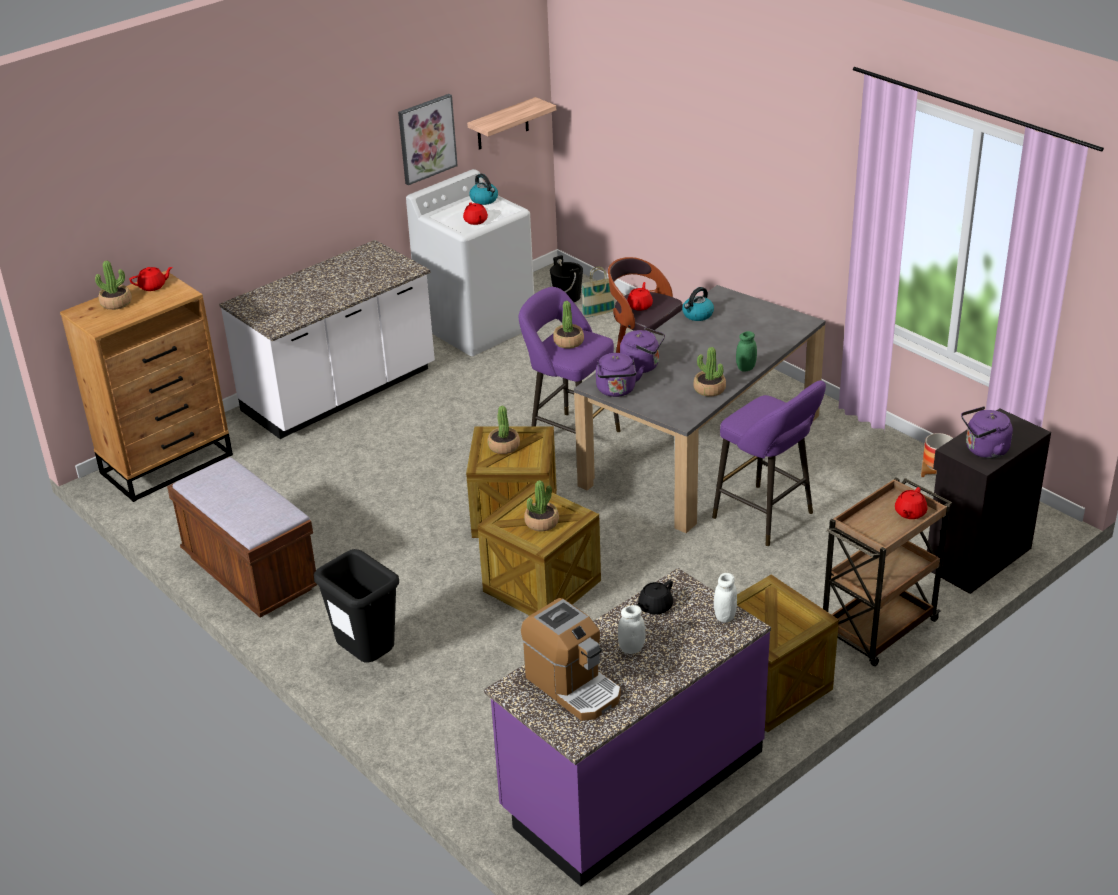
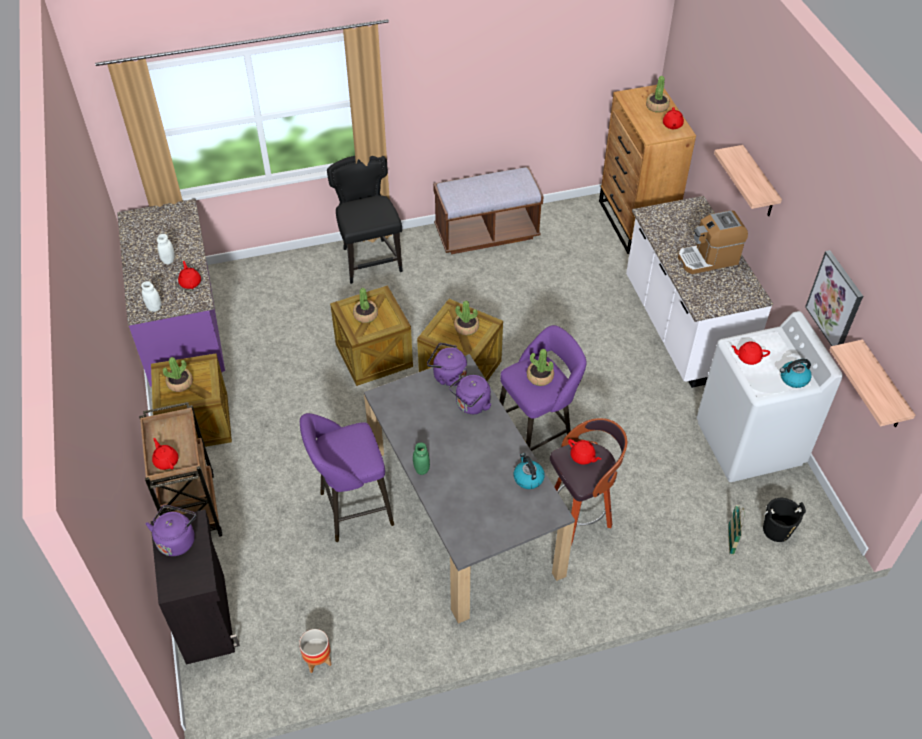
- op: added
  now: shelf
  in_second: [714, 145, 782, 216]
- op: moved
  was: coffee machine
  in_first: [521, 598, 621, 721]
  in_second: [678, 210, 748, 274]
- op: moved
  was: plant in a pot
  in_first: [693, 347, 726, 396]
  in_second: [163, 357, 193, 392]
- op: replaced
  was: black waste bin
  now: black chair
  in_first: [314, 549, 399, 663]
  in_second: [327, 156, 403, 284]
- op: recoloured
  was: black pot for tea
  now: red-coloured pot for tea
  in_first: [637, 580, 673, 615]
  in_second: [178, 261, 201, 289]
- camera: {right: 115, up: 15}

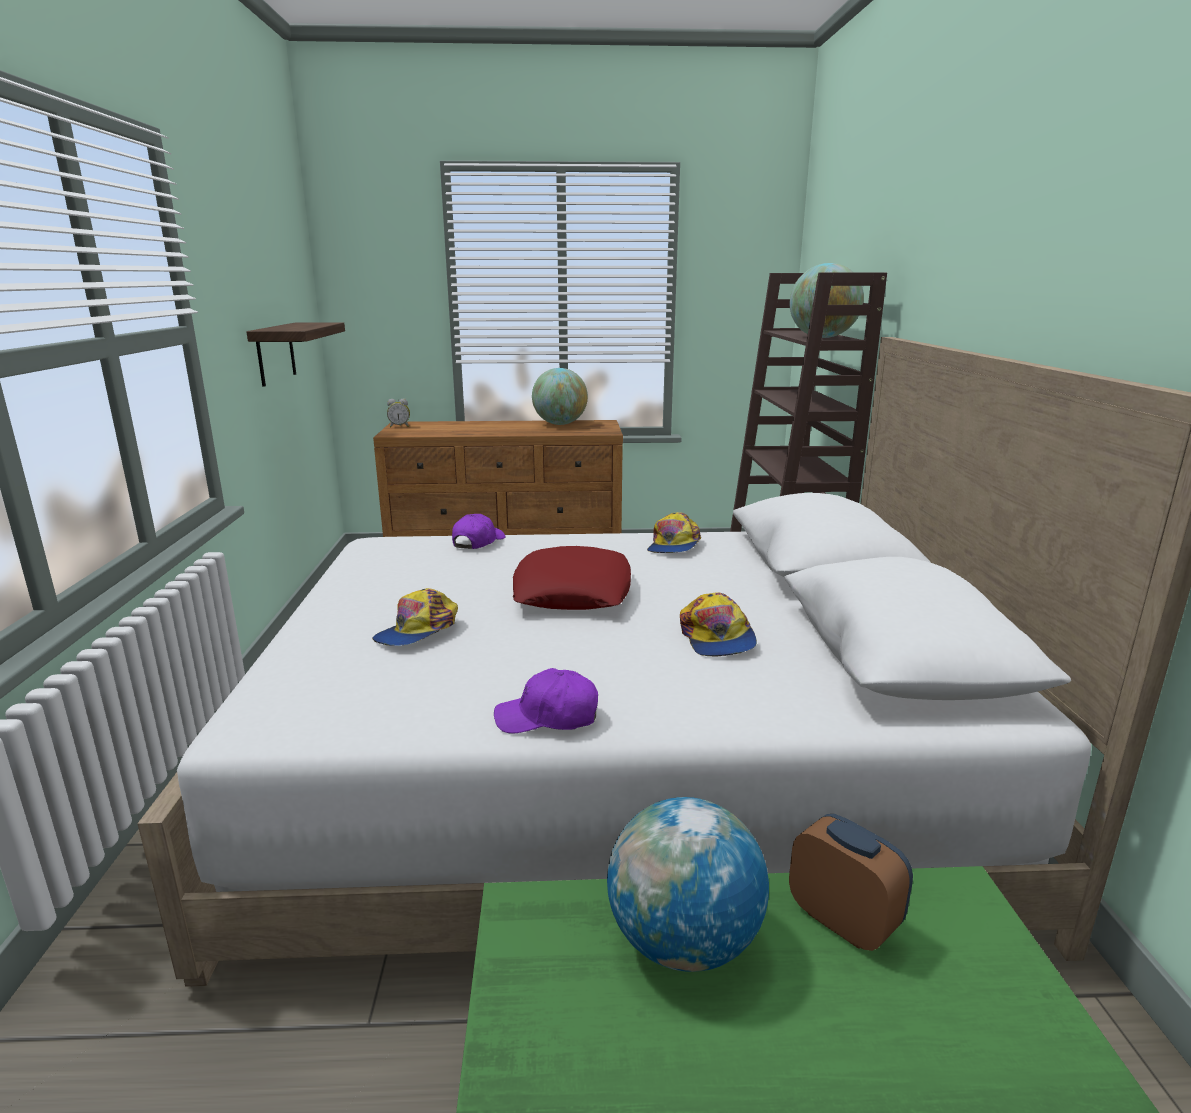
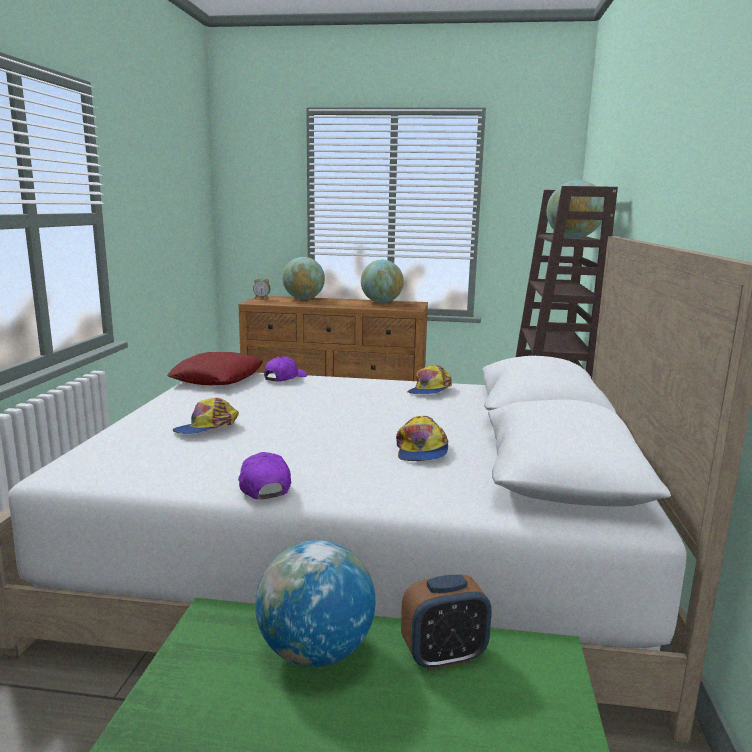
- op: removed
  was: shelf
  in_first: [247, 322, 345, 387]
- op: added
  now: desk globe
  in_second: [282, 257, 325, 300]
- op: moved
  was: red-coloured pillow
  in_first: [513, 546, 631, 610]
  in_second: [168, 352, 263, 385]
- op: turned
  was: purple-coloured baseball cap
  in_first: [494, 668, 598, 734]
  in_second: [238, 452, 291, 500]
  clockwise: 60
- op: turned
  was: table clock
  in_first: [789, 814, 913, 951]
  in_second: [401, 575, 492, 670]
  clockwise: 105
- camera: {right: 10, up: -5}

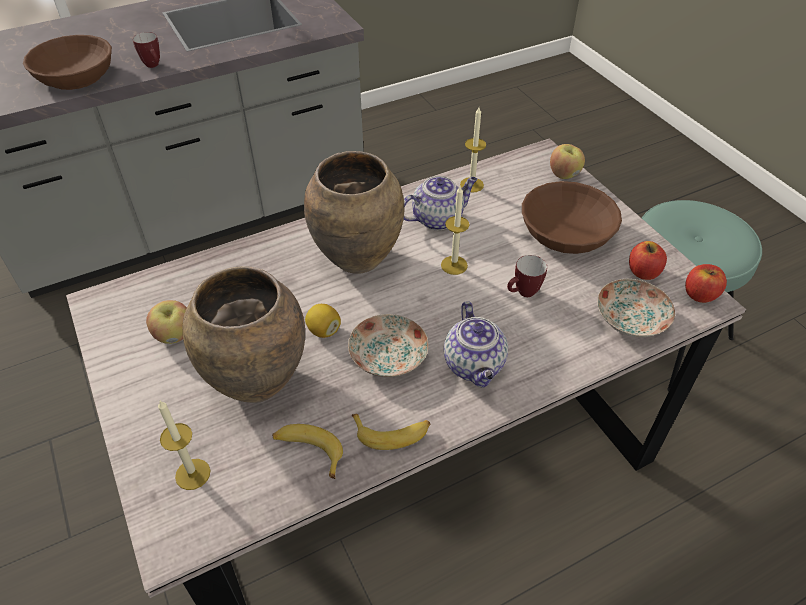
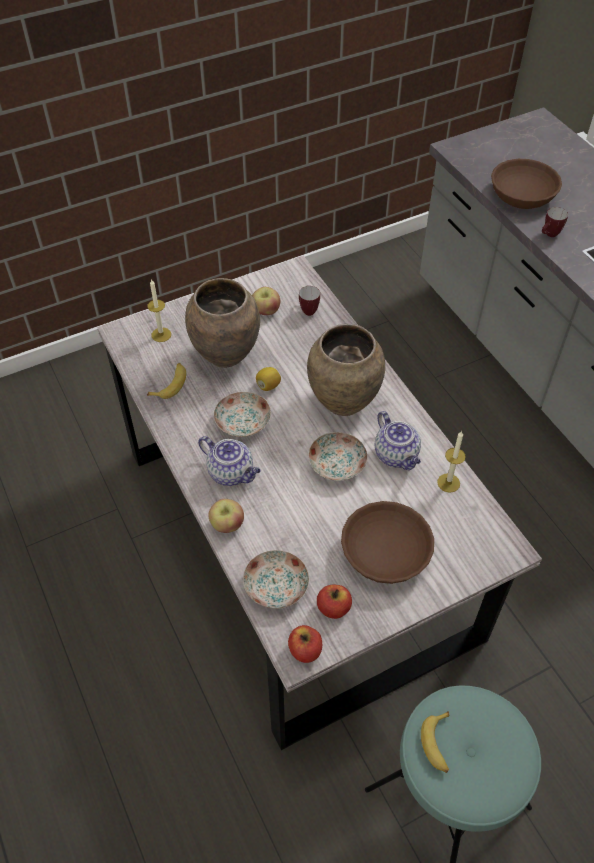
- op: moved
  was: banana fruit
  in_first: [352, 414, 430, 450]
  in_second: [421, 711, 449, 773]
- op: moved
  was: mug
  in_first: [507, 255, 547, 297]
  in_second: [299, 286, 320, 316]
- op: moved
  was: apple fruit
  in_first: [550, 144, 585, 179]
  in_second: [208, 499, 244, 533]
- op: replaced
  was: wax light
  now: plate
  in_first: [441, 185, 470, 275]
  in_second: [308, 432, 367, 481]
- op: turned
  was: pot for tea
  in_first: [444, 301, 508, 388]
  in_second: [198, 436, 261, 486]
  clockwise: -135
- camera: {right: 90, up: 5}

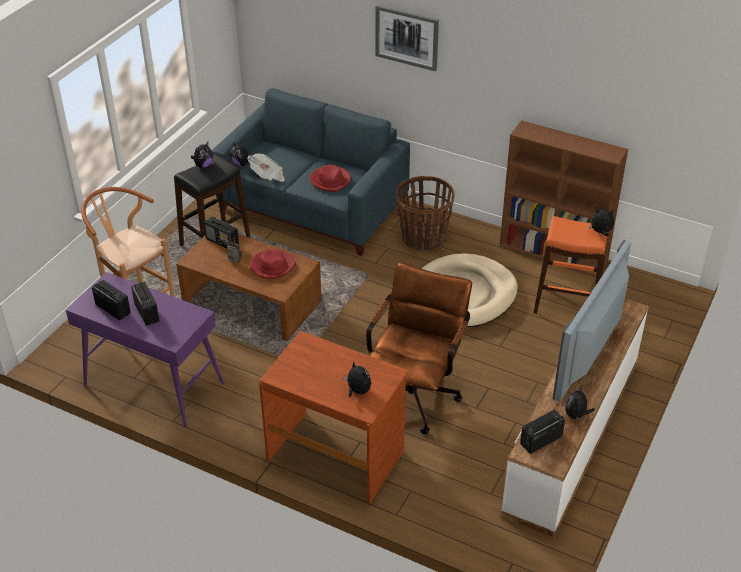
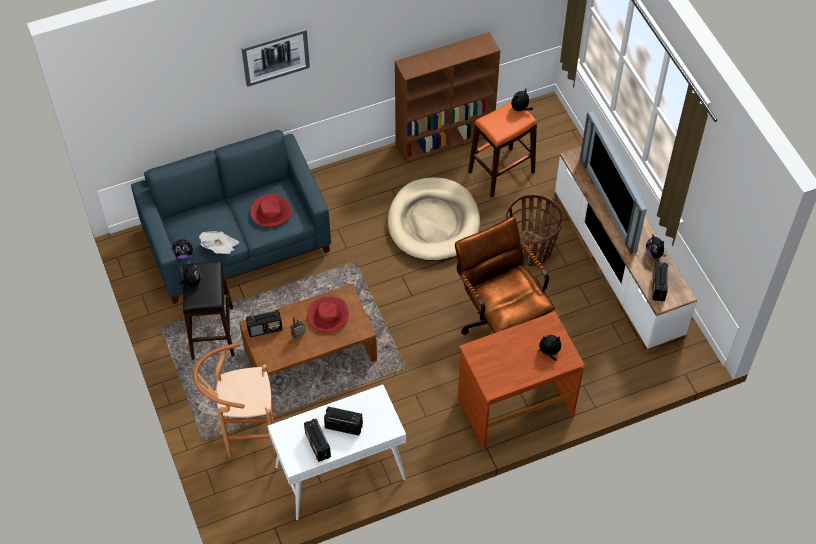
- op: moved
  was: storage basket
  in_first: [396, 176, 455, 251]
  in_second: [505, 194, 563, 266]
- op: recoloured
  was: purple-coloured hall table
  now: whitish hall table
  in_first: [66, 272, 224, 428]
  in_second: [268, 385, 406, 520]
- op: turned
  was: radio
  in_first: [92, 280, 131, 320]
  in_second: [304, 419, 331, 462]
  clockwise: -105
- camera: {right: -50, up: 15}

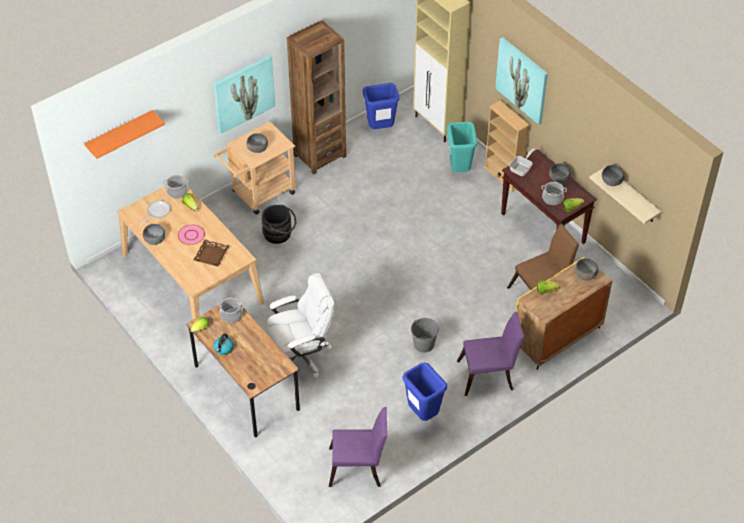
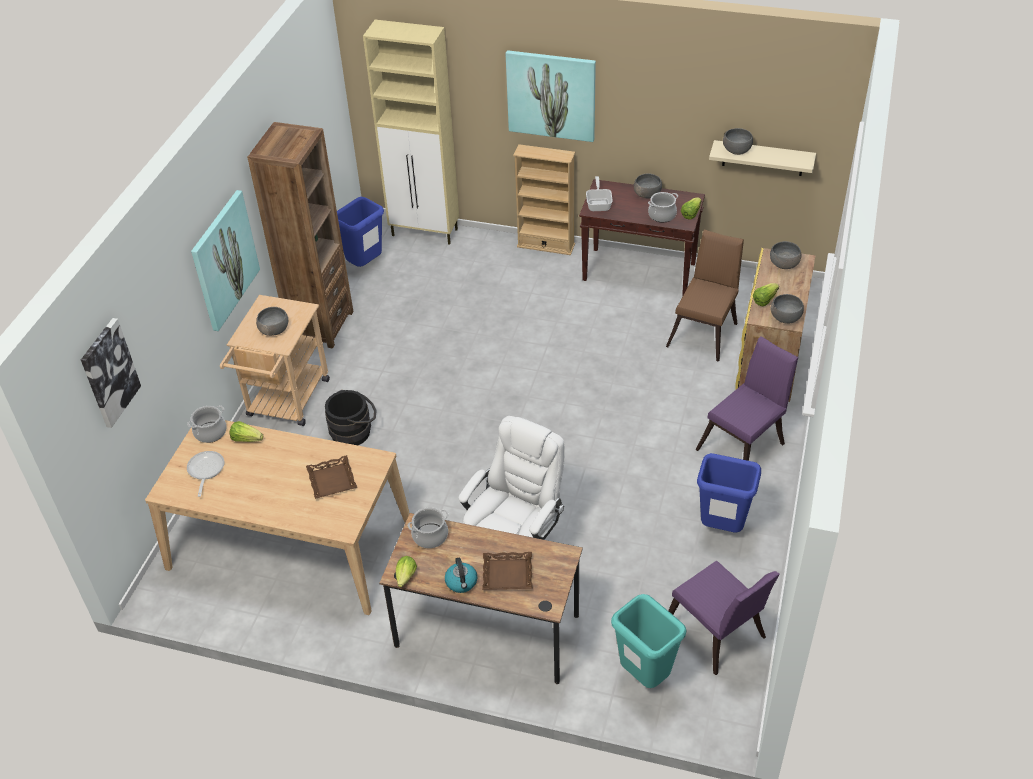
- op: removed
  was: pink plate
  in_first: [178, 224, 205, 245]
- op: removed
  was: gray water bucket
  in_first: [411, 318, 439, 353]
- op: added
  now: brownish carrying tray
  in_second: [482, 552, 533, 590]
- op: moved
  was: gray serving bowl
  in_first: [143, 224, 165, 245]
  in_second: [771, 294, 804, 324]
- op: moved
  was: turquoise-coloured waste bin
  in_first: [447, 122, 478, 172]
  in_second: [611, 594, 686, 688]
- op: replaced
  was: orange-coloured shelf
  now: wall picture
  in_first: [84, 110, 165, 159]
  in_second: [81, 318, 141, 428]
- op: turned
  was: purple-coloured chair
  in_first: [329, 407, 387, 487]
  in_second: [668, 560, 779, 675]
  clockwise: 90
- camera: {right: -35, up: -5}

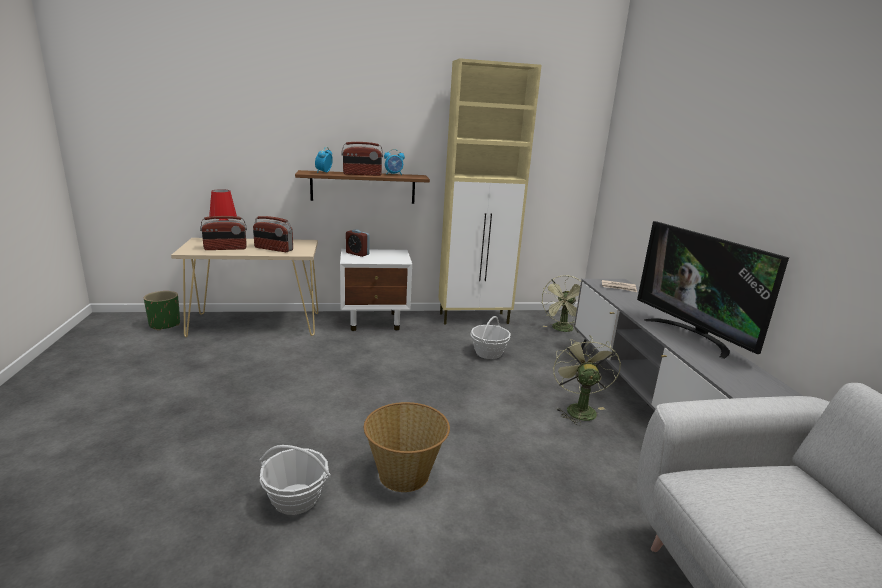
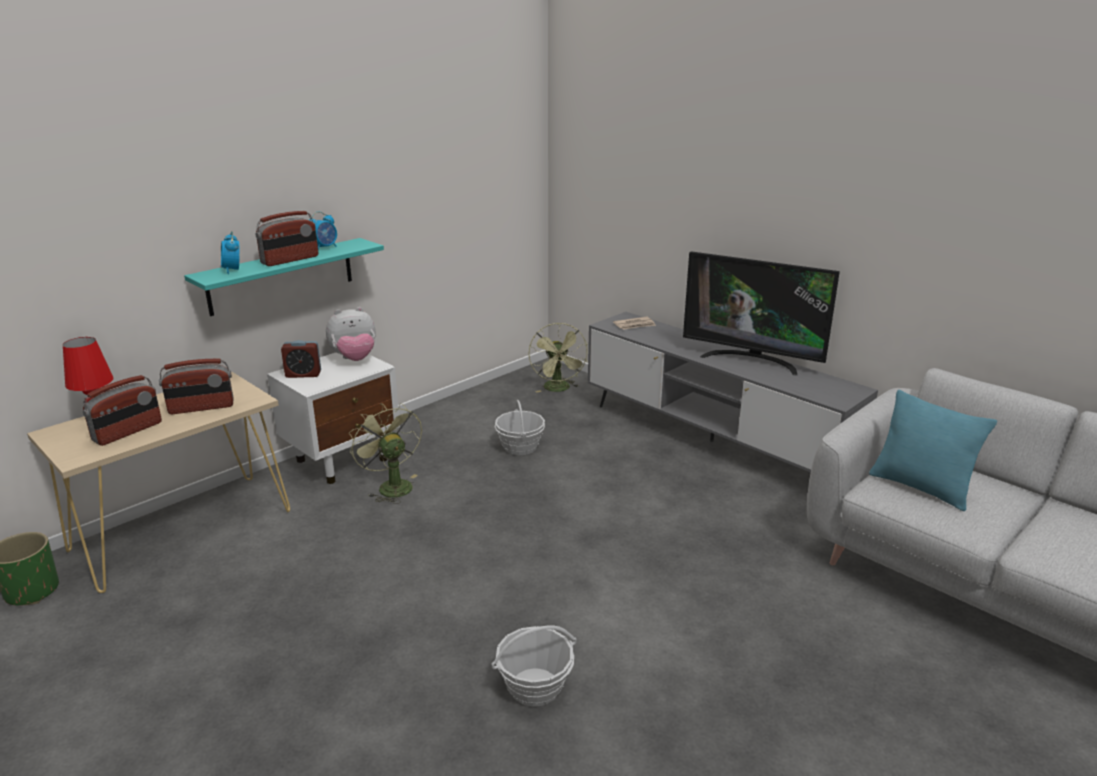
- op: removed
  was: storage basket
  in_first: [364, 402, 450, 492]
- op: removed
  was: beige storage cabinet
  in_first: [438, 58, 542, 324]
- op: added
  now: soft toy
  in_second: [326, 307, 376, 361]
- op: added
  now: turquoise-coloured pillow
  in_second: [869, 390, 997, 511]
- op: moved
  was: green-coloured fan
  in_first: [553, 335, 621, 426]
  in_second: [348, 403, 422, 504]
- op: recoloured
  was: brownish shelf
  now: turquoise-coloured shelf
  in_first: [295, 170, 430, 204]
  in_second: [184, 238, 384, 316]
- camera: {right: -35, up: 5}

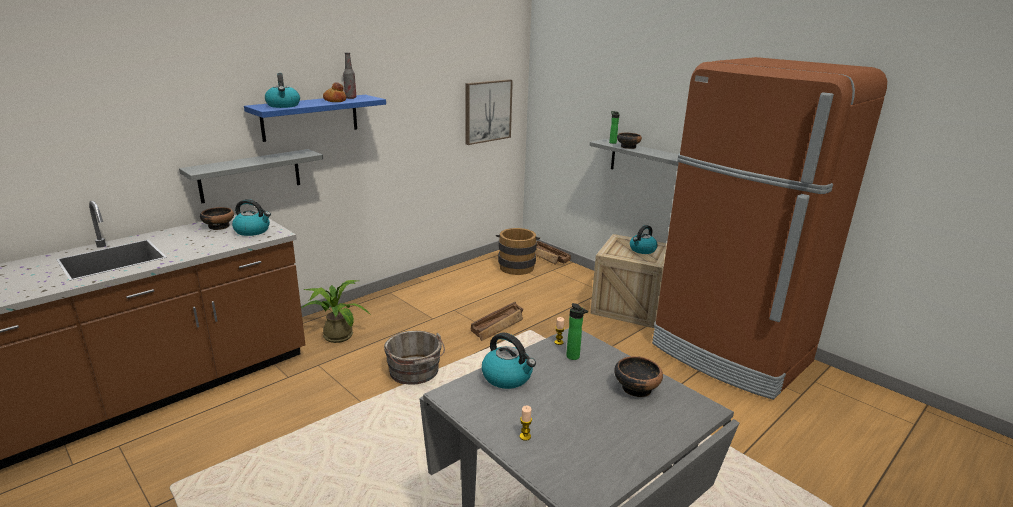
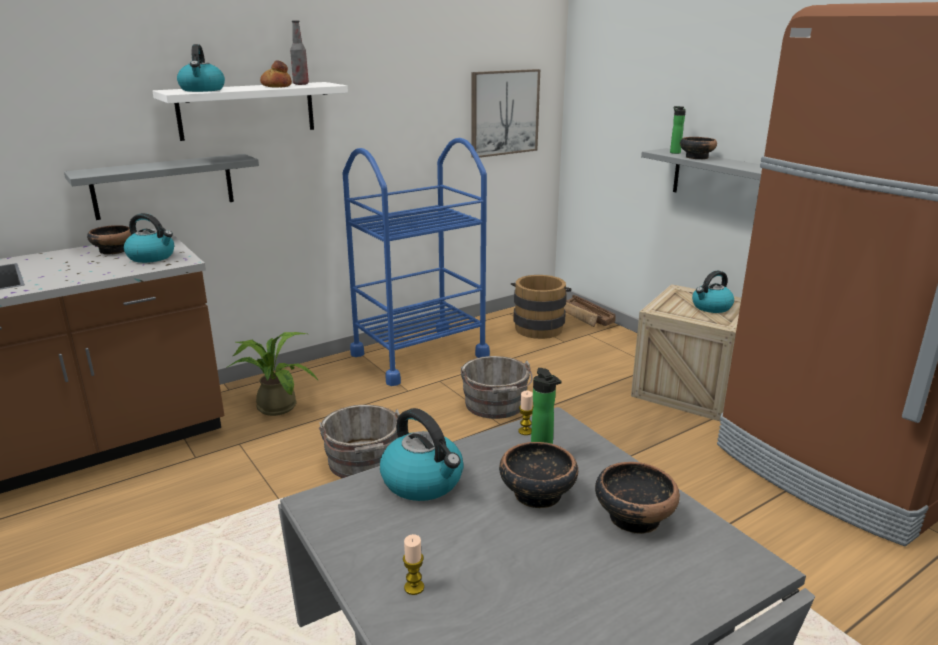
- op: added
  now: blue-coloured trolley
  in_second: [343, 138, 490, 386]
- op: added
  now: serving bowl
  in_second: [499, 442, 578, 508]
- op: replaced
  was: crate
  now: gray water bucket
  in_first: [471, 302, 523, 341]
  in_second: [461, 356, 533, 419]
- op: recoloured
  was: blue-coloured shelf
  now: whitish shelf
  in_first: [244, 95, 386, 142]
  in_second: [153, 82, 348, 141]
- camera: {right: 10, up: 0}

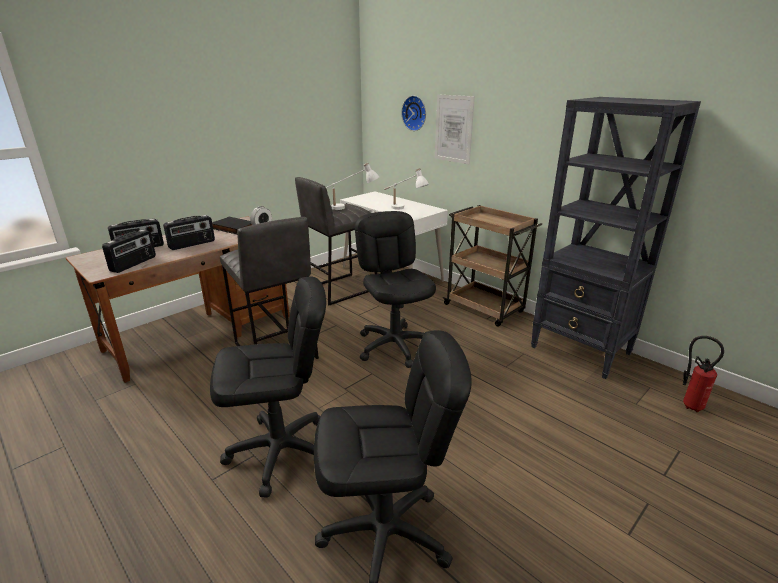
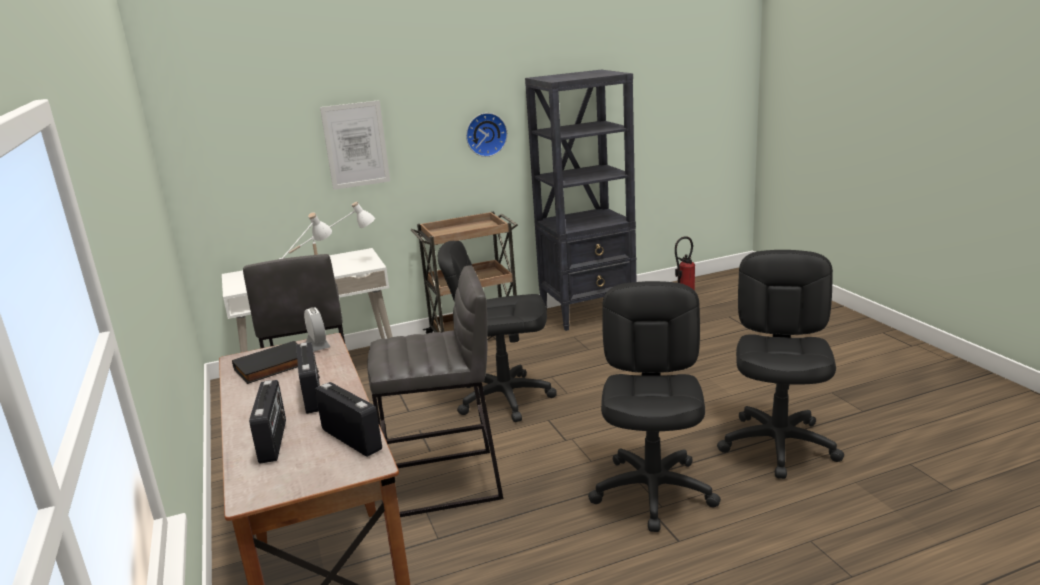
- op: moved
  was: hanging clock
  in_first: [401, 96, 426, 131]
  in_second: [466, 113, 508, 157]
- camera: {right: -65, up: -5}

